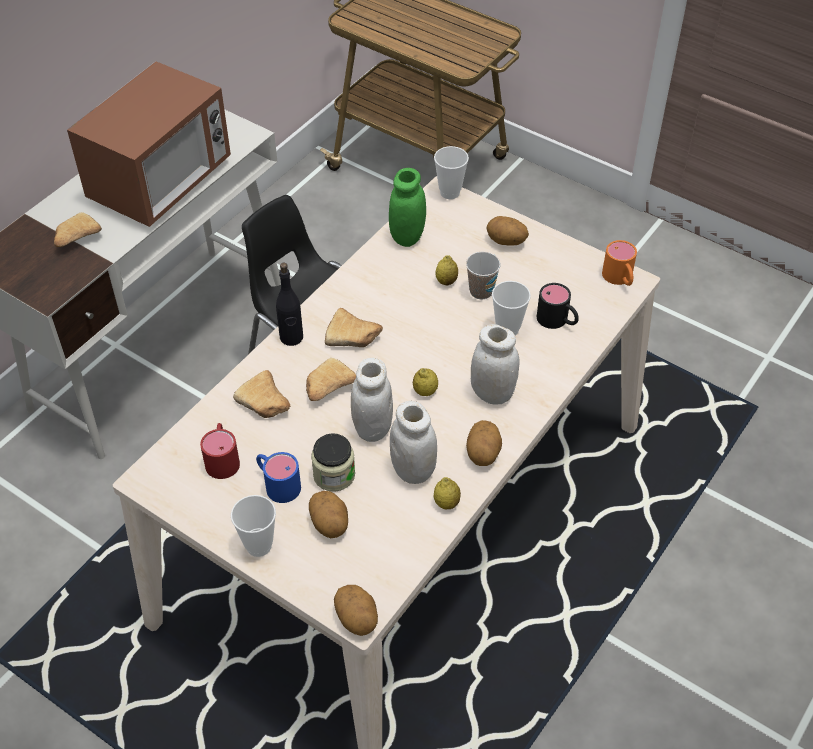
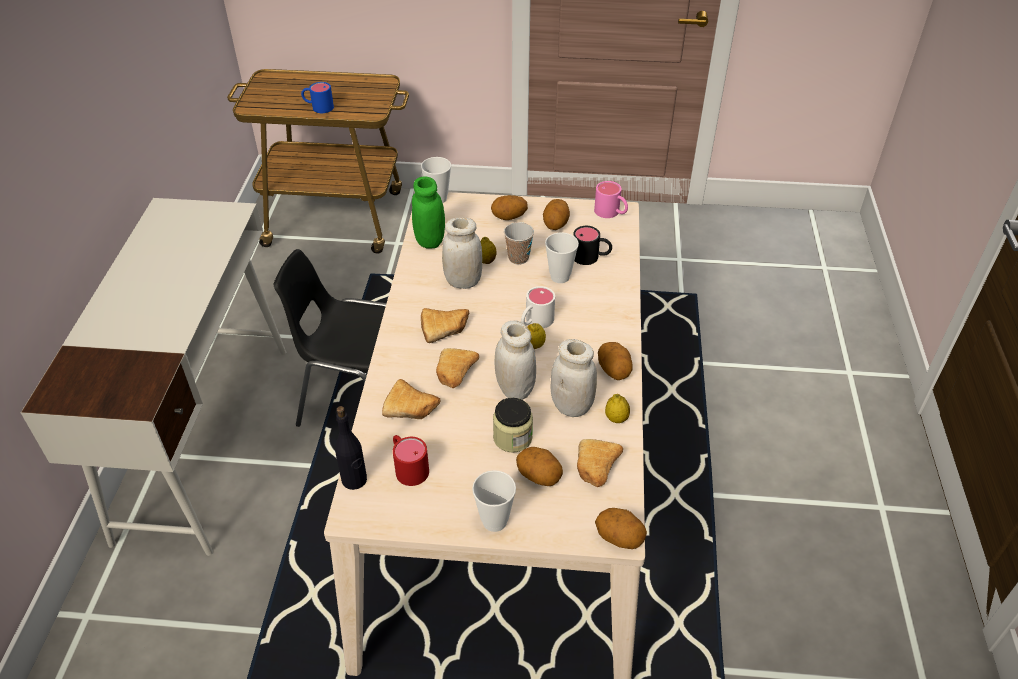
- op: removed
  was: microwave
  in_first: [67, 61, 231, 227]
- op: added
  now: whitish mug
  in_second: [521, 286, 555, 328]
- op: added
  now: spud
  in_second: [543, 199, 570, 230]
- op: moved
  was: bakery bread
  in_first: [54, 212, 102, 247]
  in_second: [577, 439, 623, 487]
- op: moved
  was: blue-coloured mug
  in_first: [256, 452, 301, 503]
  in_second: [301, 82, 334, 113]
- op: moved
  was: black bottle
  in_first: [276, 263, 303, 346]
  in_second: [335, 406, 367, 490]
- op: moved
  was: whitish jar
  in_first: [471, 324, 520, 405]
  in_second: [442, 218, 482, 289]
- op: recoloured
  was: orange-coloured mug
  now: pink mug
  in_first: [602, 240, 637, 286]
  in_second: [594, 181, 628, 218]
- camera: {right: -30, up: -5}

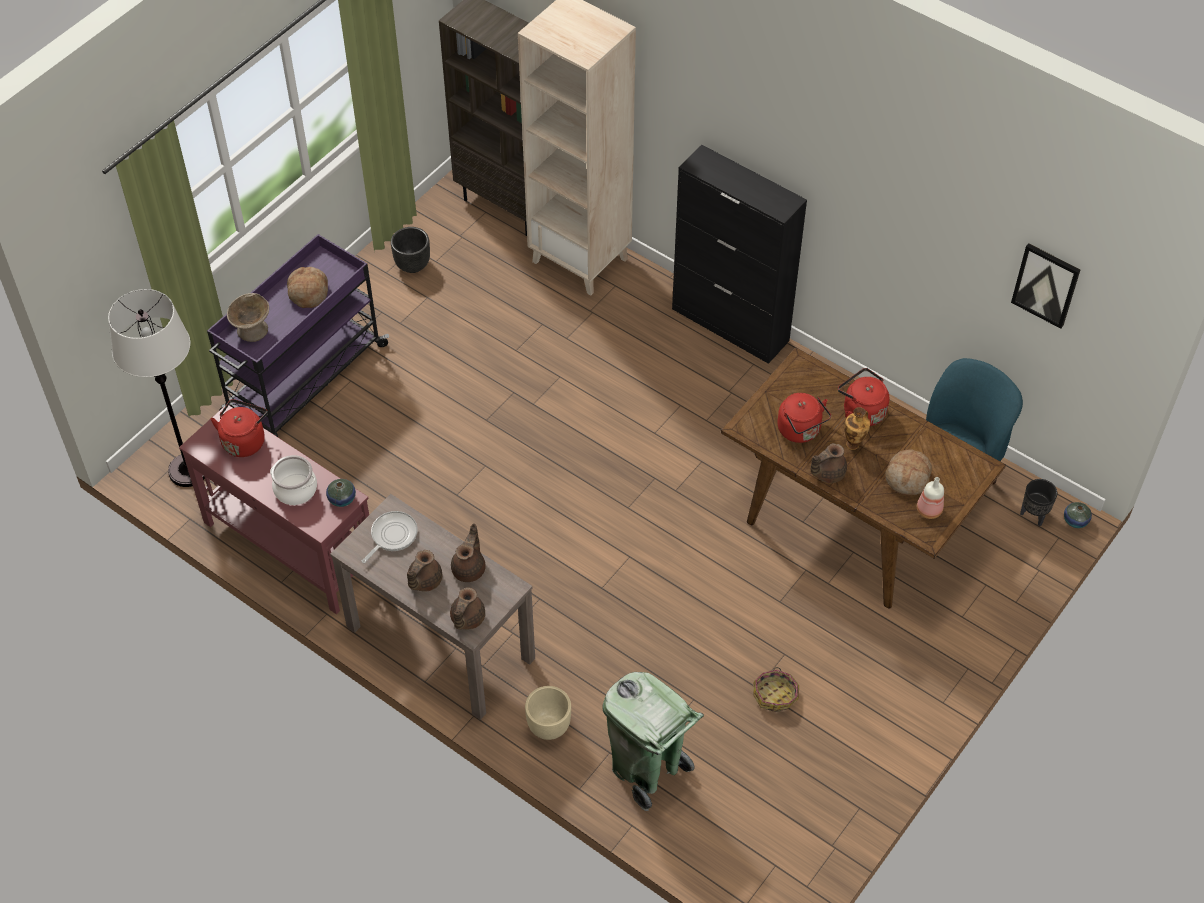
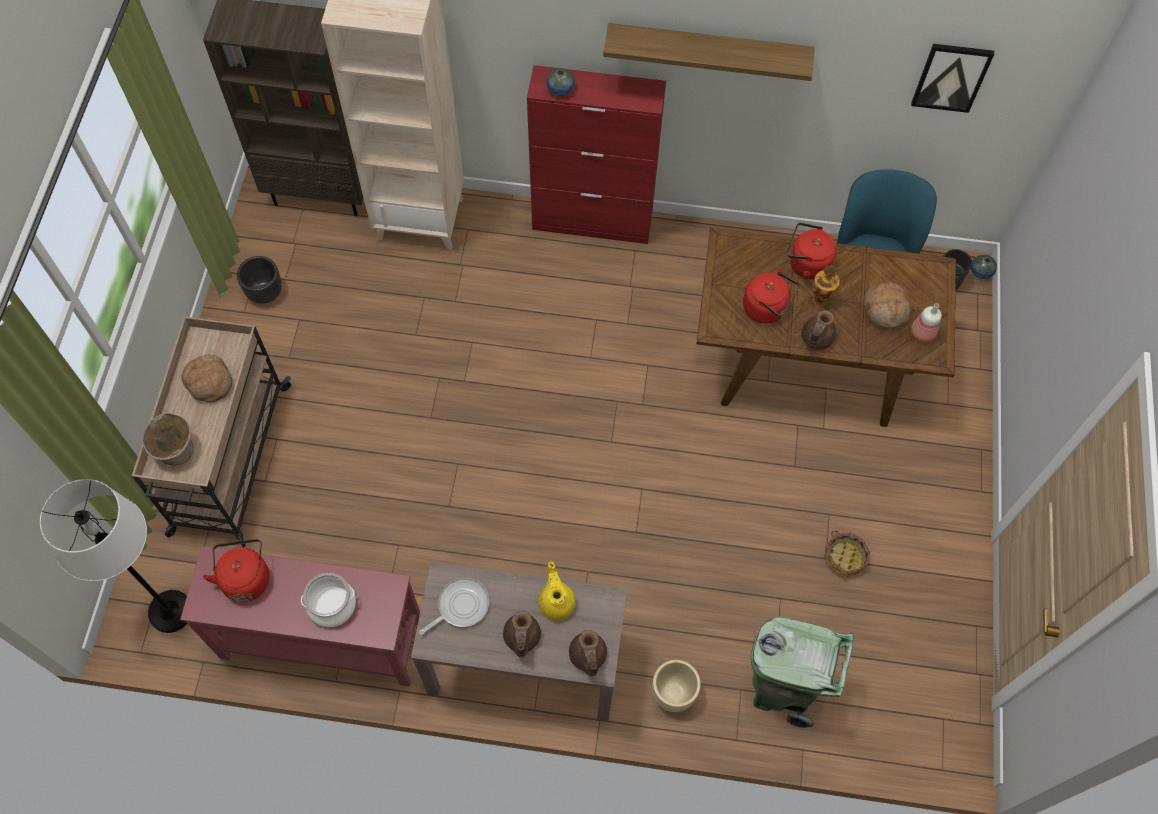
- op: added
  now: shelf
  in_second: [603, 23, 815, 81]
- op: moved
  was: vase
  in_first: [326, 479, 356, 507]
  in_second: [546, 68, 575, 96]
- op: recoloured
  was: purple-coloured trolley
  now: beige trolley
  in_first: [207, 234, 389, 437]
  in_second: [132, 316, 291, 547]
- op: recoloured
  was: brownish pot for tea
  now: yellow-coloured pot for tea
  in_first: [451, 523, 486, 582]
  in_second: [539, 561, 576, 621]
- op: recoloured
  was: black storage cabinet
  now: red-coloured storage cabinet
  in_first: [672, 145, 807, 364]
  in_second: [527, 65, 666, 244]
- op: turned
  was: skillet
  in_first: [362, 511, 418, 563]
  in_second: [419, 578, 489, 635]
  clockwise: 45
- camera: {right: -30, up: 10}

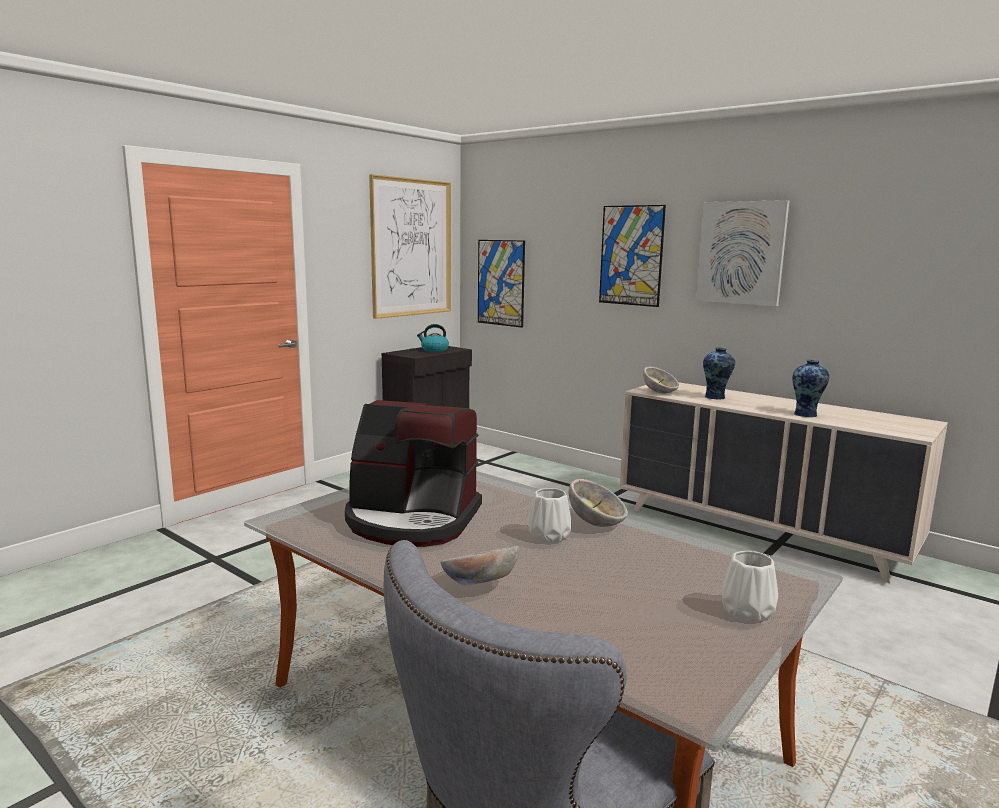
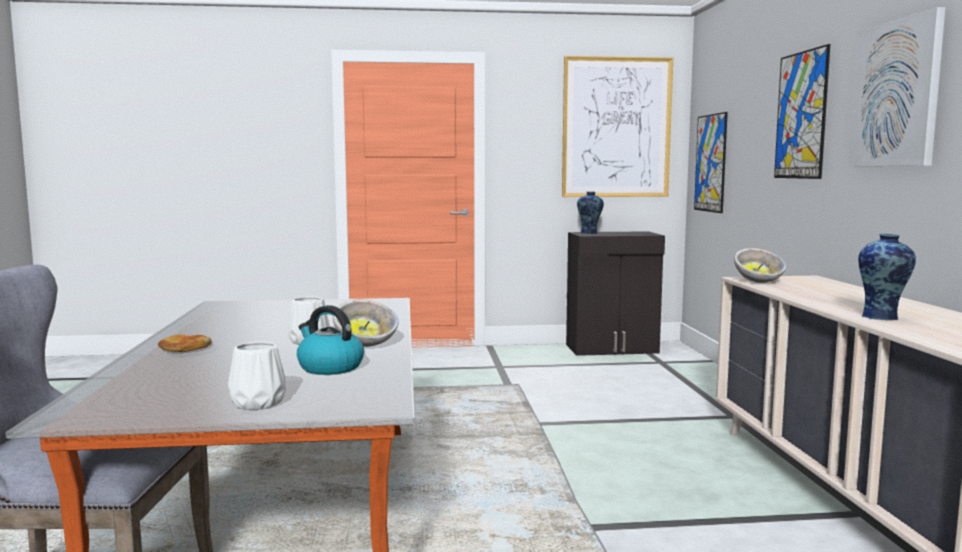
- op: removed
  was: coffee machine
  in_first: [345, 400, 482, 547]
- op: moved
  was: kettle
  in_first: [417, 324, 449, 352]
  in_second: [297, 305, 364, 375]
- op: moved
  was: vase
  in_first: [703, 347, 735, 400]
  in_second: [577, 191, 604, 234]
- op: replaced
  was: serving bowl
  now: bakery bread
  in_first: [440, 546, 519, 586]
  in_second: [158, 334, 212, 352]
- camera: {right: 45, up: -5}

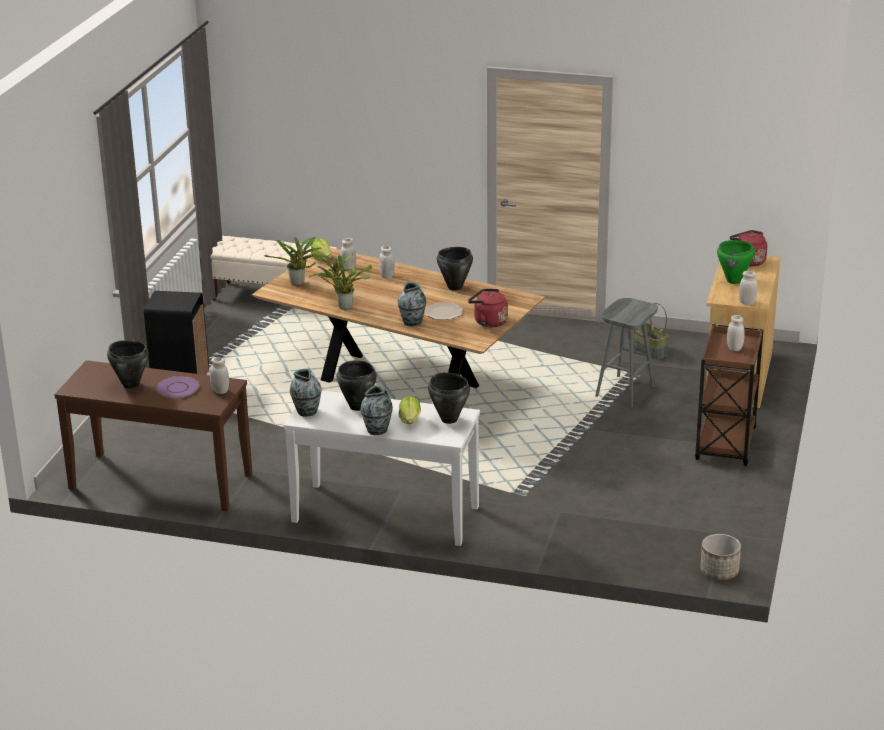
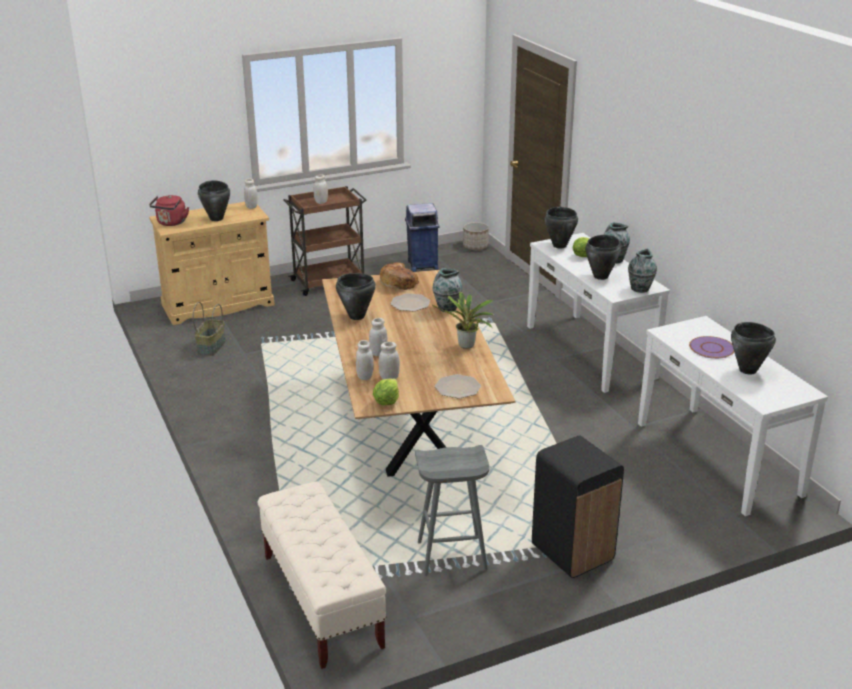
- op: added
  now: blue-coloured waste bin
  in_second: [405, 203, 439, 272]
- op: moved
  was: whitish jar
  in_first: [210, 357, 229, 394]
  in_second: [356, 340, 374, 380]
- op: moved
  was: gray stool seat
  in_first: [595, 298, 658, 407]
  in_second: [415, 445, 489, 576]
- op: replaced
  was: plant in a pot
  now: plate
  in_first: [264, 237, 328, 285]
  in_second: [435, 374, 481, 398]
- op: replaced
  was: red-coloured kettle
  now: bakery bread
  in_first: [468, 289, 508, 327]
  in_second: [380, 262, 420, 290]
- op: recoloured
  was: brownish hall table
  now: whitish hall table
  in_first: [54, 360, 253, 512]
  in_second: [638, 316, 828, 516]
- op: recoloured
  was: green-coloured stockpot
  now: black stockpot
  in_first: [717, 240, 755, 284]
  in_second: [198, 180, 230, 221]
- camera: {right: -130, up: 0}

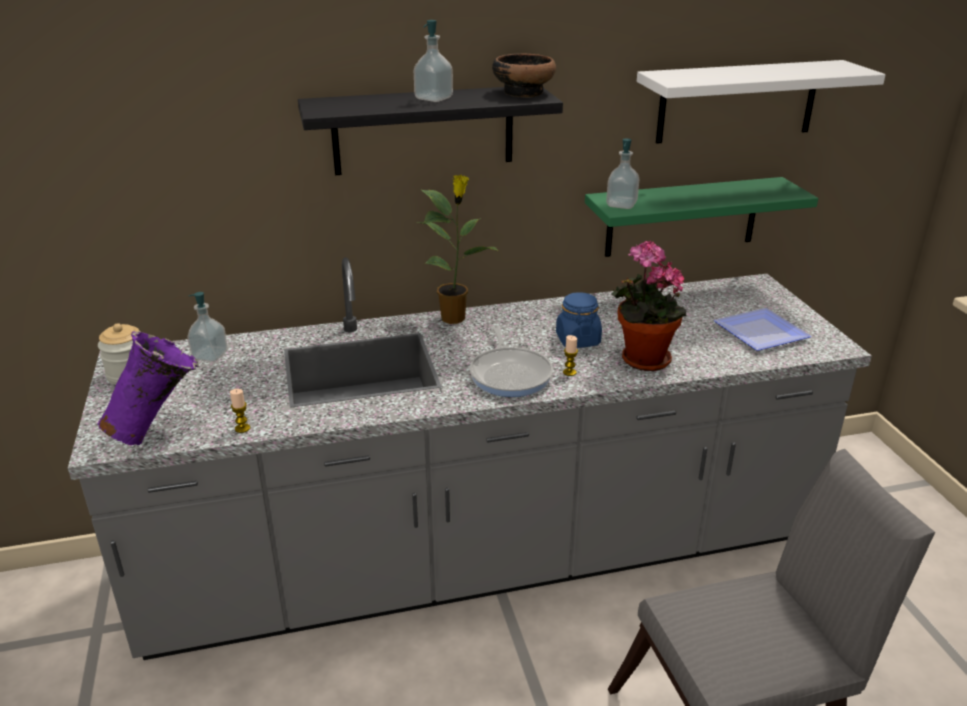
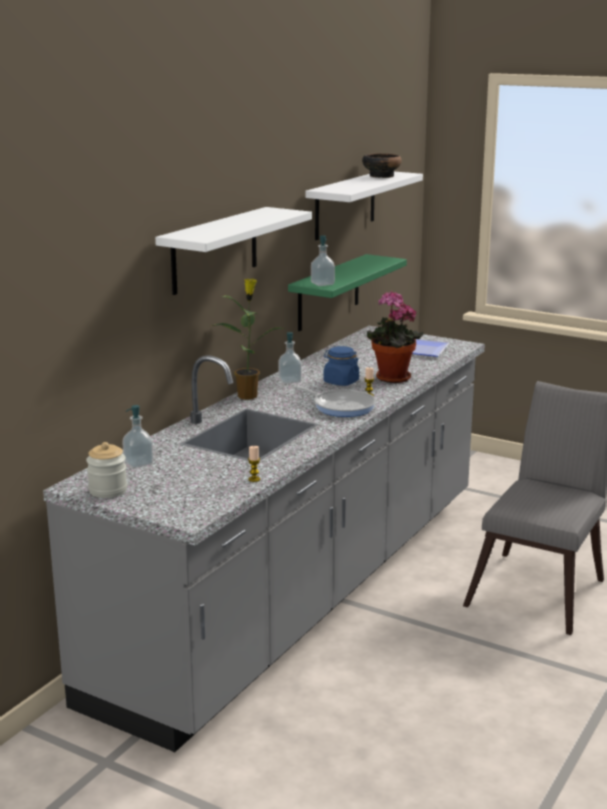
- op: removed
  was: purple-coloured vase
  in_first: [98, 331, 199, 445]
- op: moved
  was: liquid soap bottle
  in_first: [414, 20, 453, 102]
  in_second: [278, 332, 302, 384]
- op: moved
  was: serving bowl
  in_first: [492, 53, 556, 98]
  in_second: [362, 154, 402, 178]
- op: recoloured
  was: black shelf
  now: whitish shelf
  in_first: [298, 87, 563, 175]
  in_second: [155, 207, 312, 295]
- camera: {right: -45, up: -10}

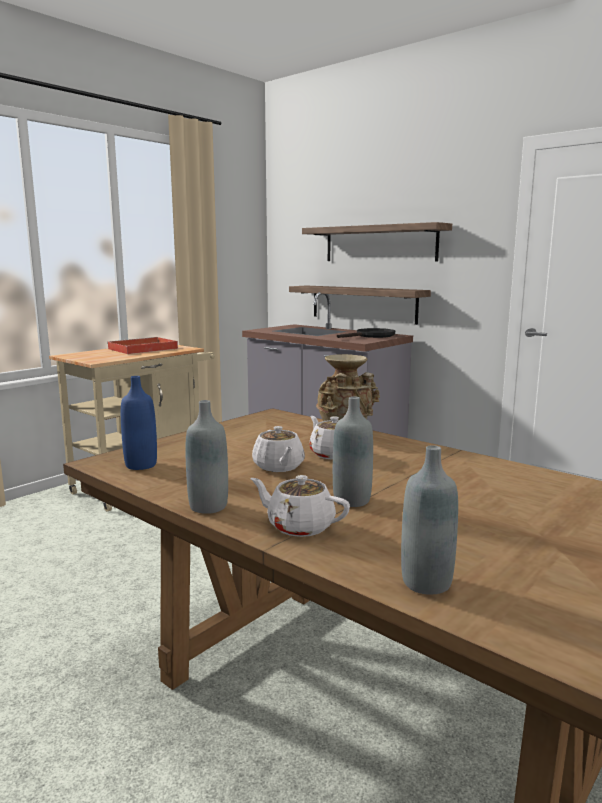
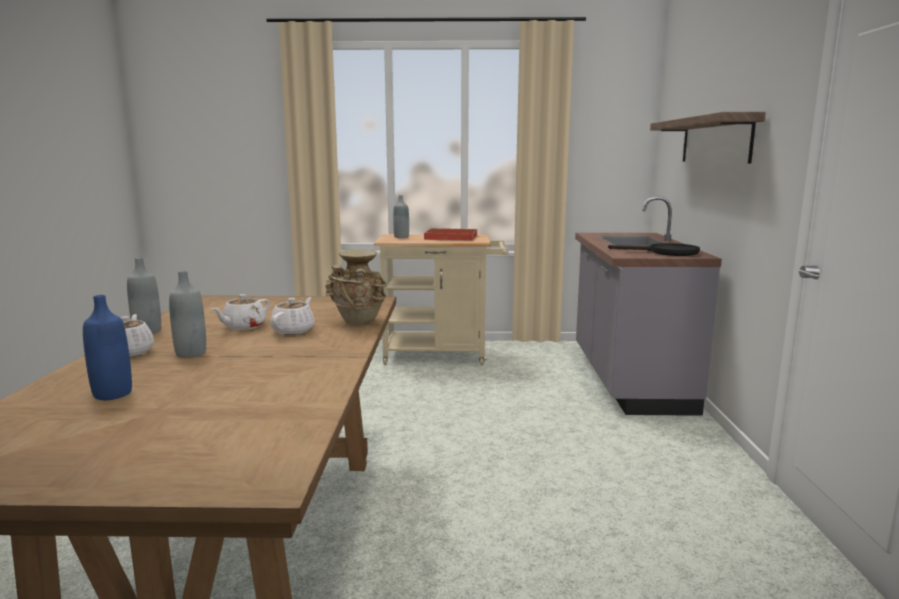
- op: removed
  was: shelf
  in_first: [289, 286, 431, 325]
- op: moved
  was: blue-coloured bottle
  in_first: [121, 376, 157, 470]
  in_second: [83, 295, 132, 400]
- op: moved
  was: gray bottle
  in_first: [401, 445, 458, 595]
  in_second: [393, 195, 409, 238]
- camera: {right: 50, up: 0}

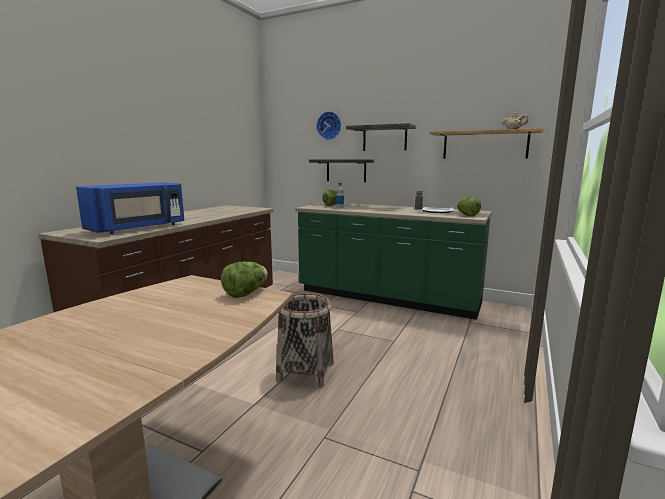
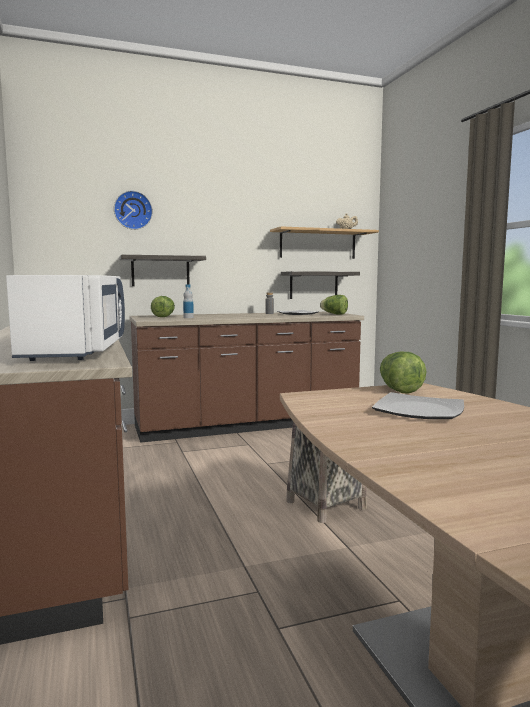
- op: added
  now: plate
  in_second: [372, 392, 464, 419]
- op: moved
  was: shelf
  in_first: [346, 123, 416, 151]
  in_second: [281, 271, 360, 299]
- op: recoloured
  was: blue-coloured microwave
  now: whitish microwave
  in_first: [76, 182, 185, 234]
  in_second: [6, 275, 125, 361]
- op: recoloured
  was: green-coloured kitchen base unit
  now: brownish kitchen base unit
  in_first: [295, 202, 492, 320]
  in_second: [129, 312, 364, 443]
- camera: {right: -45, up: -5}

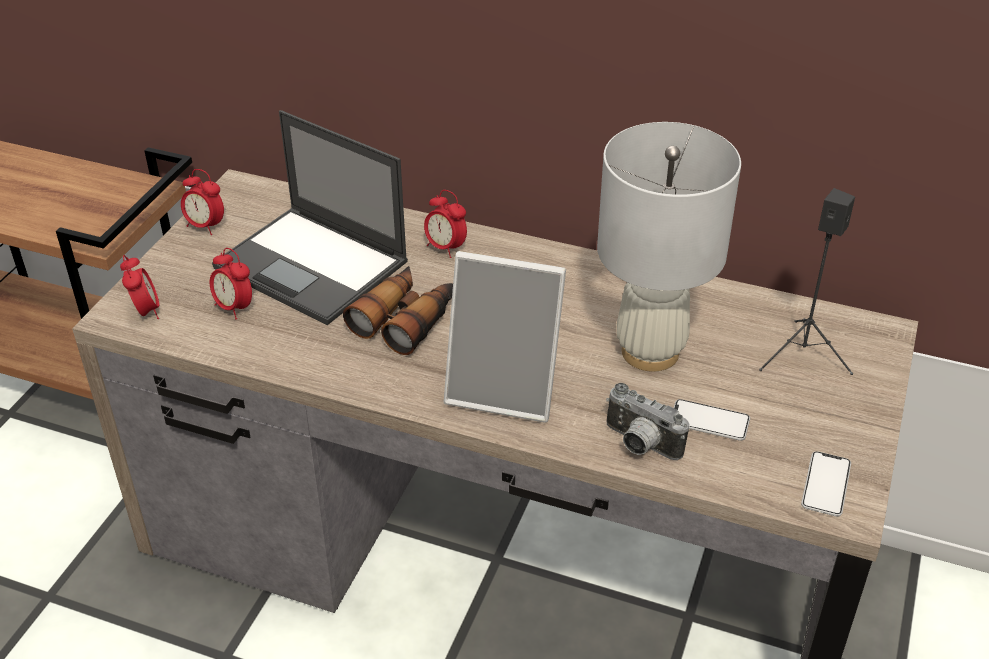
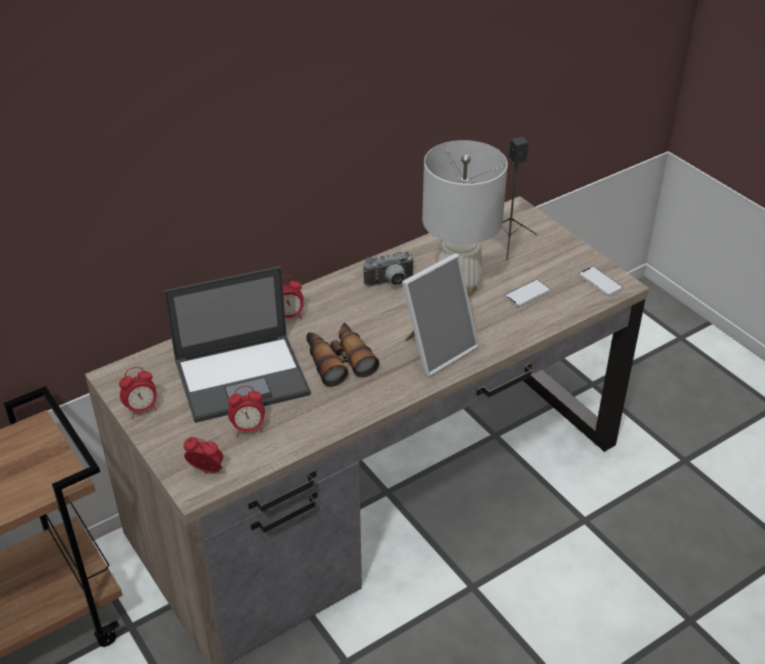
- op: moved
  was: still camera
  in_first: [606, 383, 689, 460]
  in_second: [364, 251, 415, 286]
- camera: {right: -55, up: 0}

